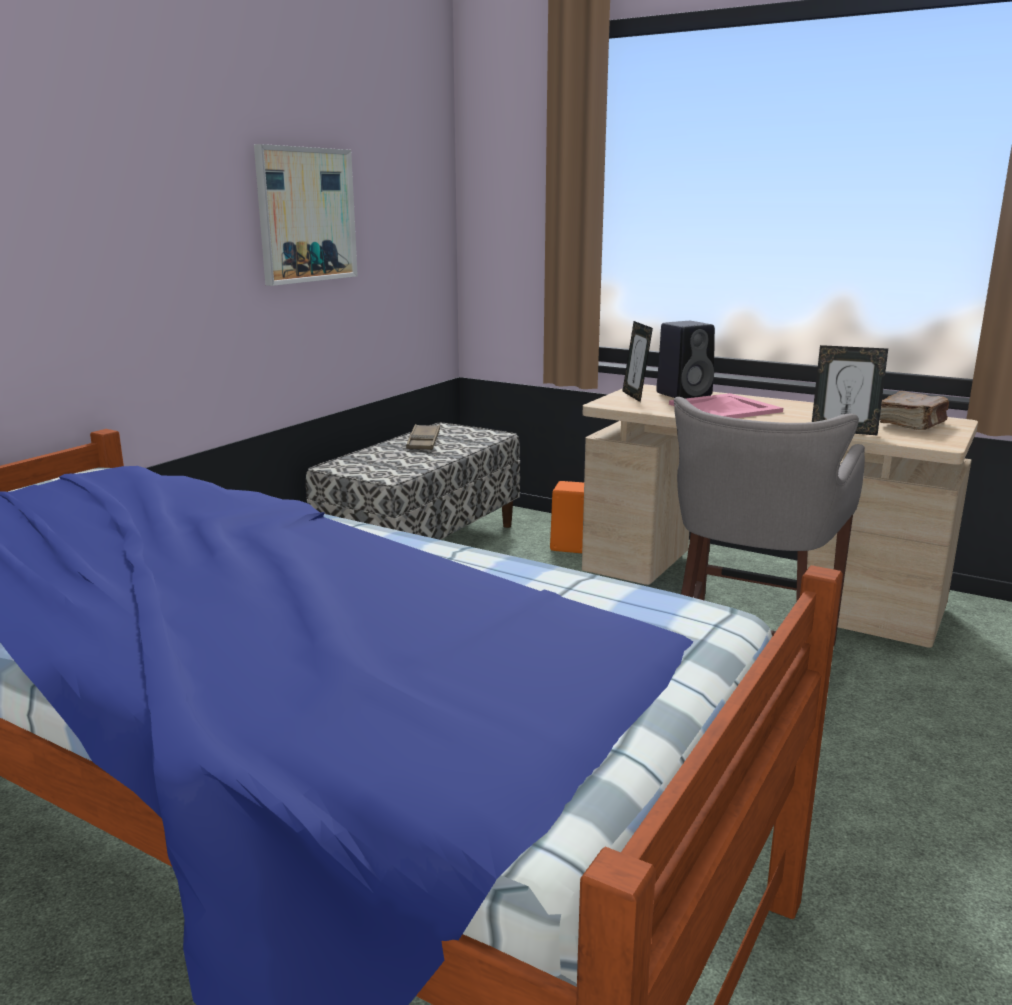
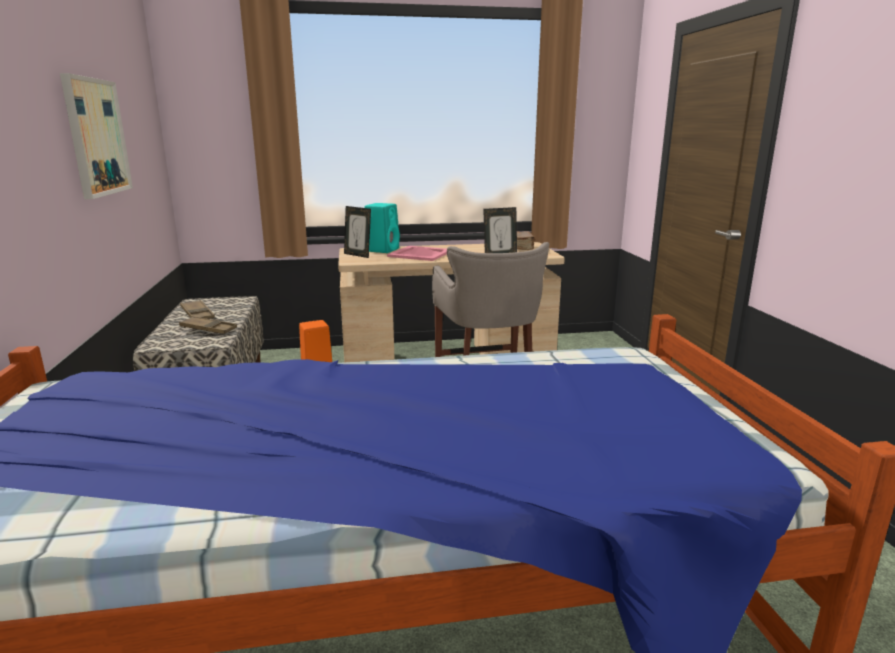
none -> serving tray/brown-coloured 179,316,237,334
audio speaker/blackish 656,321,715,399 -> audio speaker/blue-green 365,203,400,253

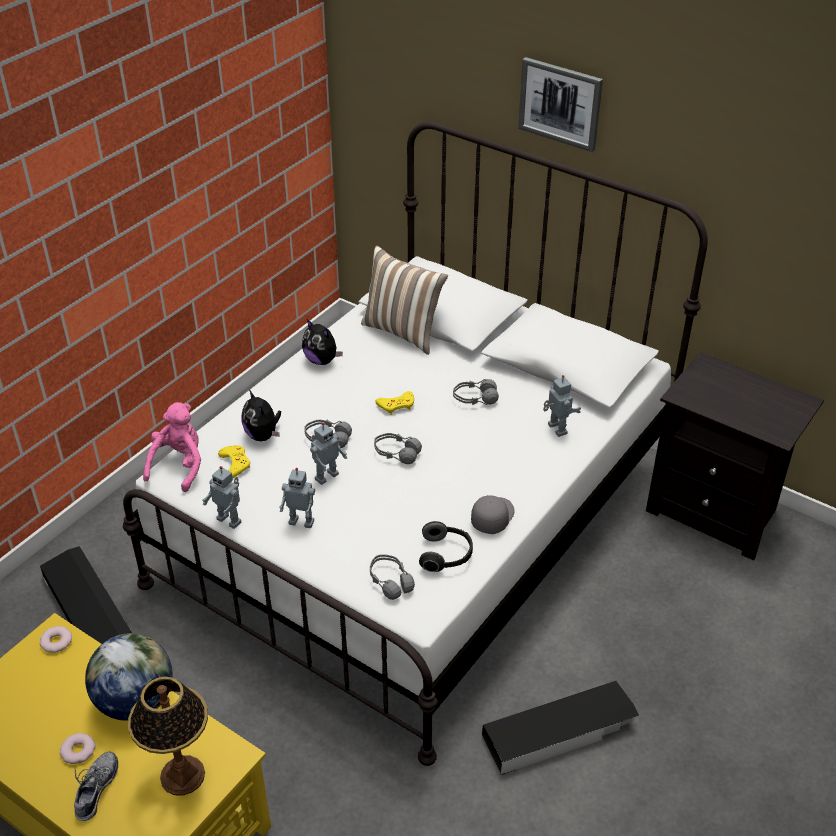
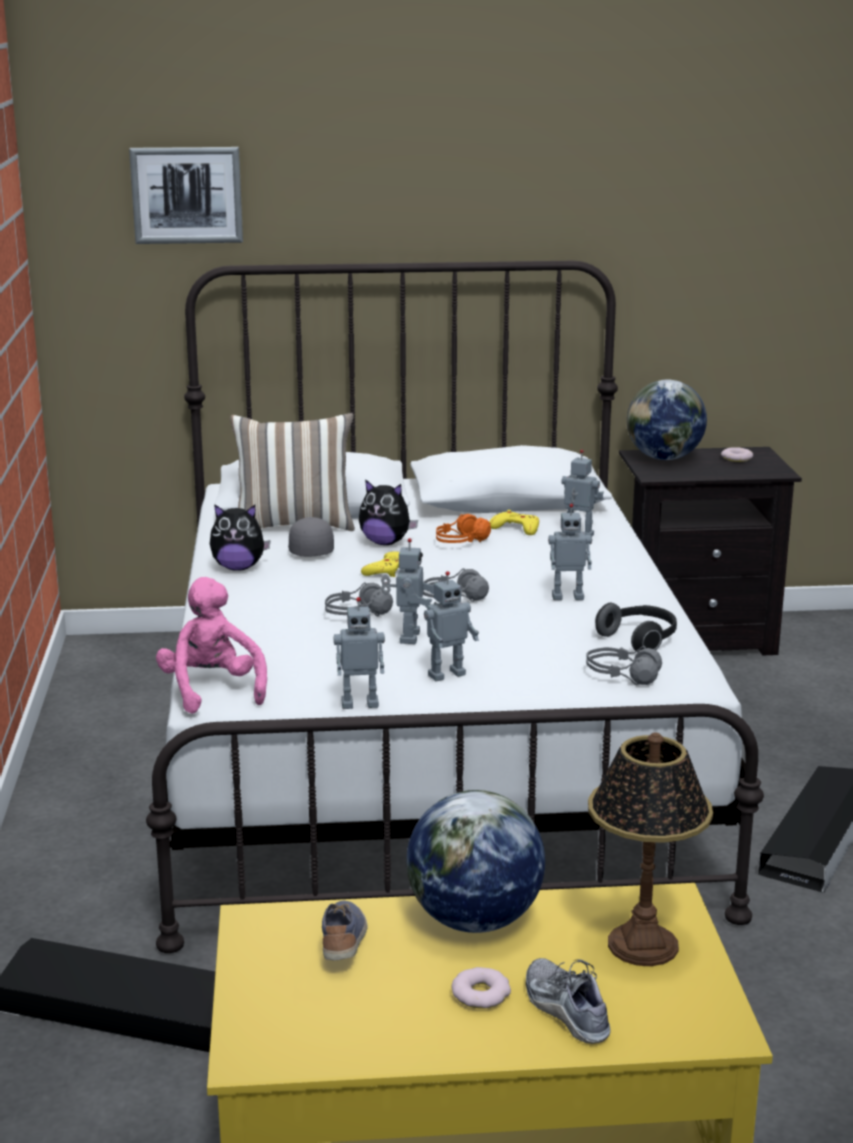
none -> low shoe 322,900,368,960
none -> robot figure 548,504,592,600
none -> world globe 627,380,707,460
ring doughnut 40,626,72,653 -> ring doughnut 721,447,753,462, relocated
game controller/yellow 218,446,250,478 -> game controller/yellow 489,510,539,535, relocated
plush toy 241,390,281,441 -> plush toy 359,479,418,545, relocated
peaked cap/greyish 471,495,515,534 -> peaked cap/greyish 288,517,334,556, relocated
wall art 518,57,603,152 -> wall art 129,147,243,244, relocated
headphones/greyish 453,379,499,405 -> headphones/orange-coloured 436,514,491,543

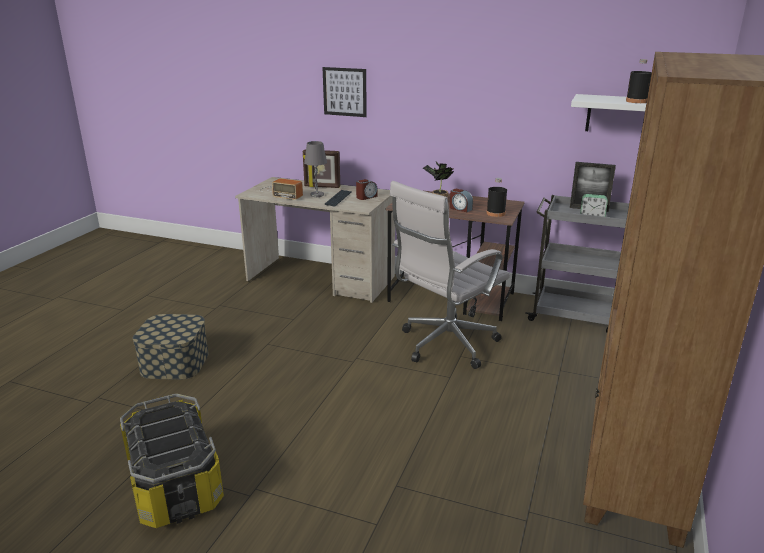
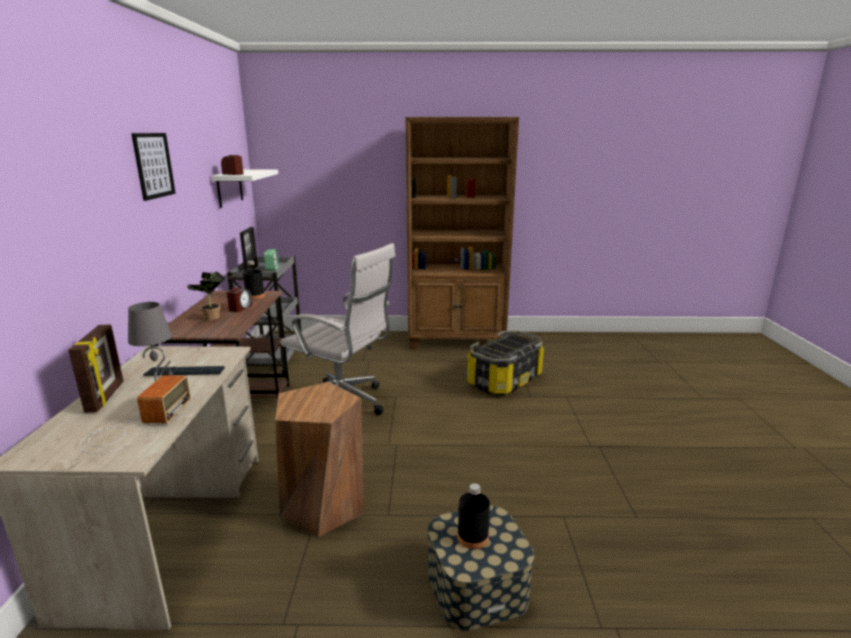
none -> stool seat/brown-coloured 275,382,364,537
storage bin 120,394,224,528 -> storage bin 467,331,544,395, relocated
wall art 322,67,367,117 -> wall art 131,133,176,201, relocated
alarm clock 356,179,377,200 -> alarm clock 221,155,244,175, relocated
drink bottle/blackish 626,59,652,103 -> drink bottle/blackish 457,483,490,549, relocated

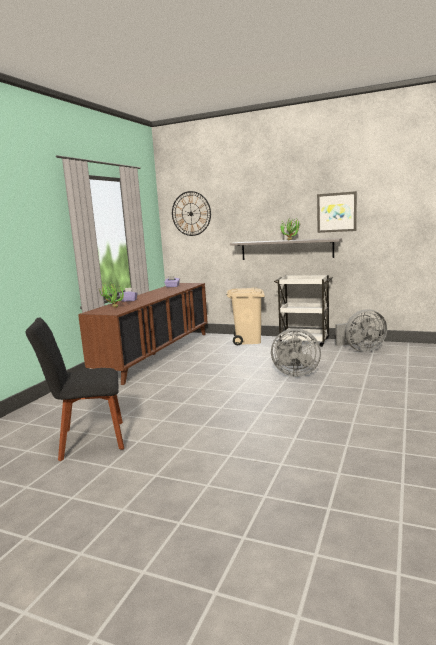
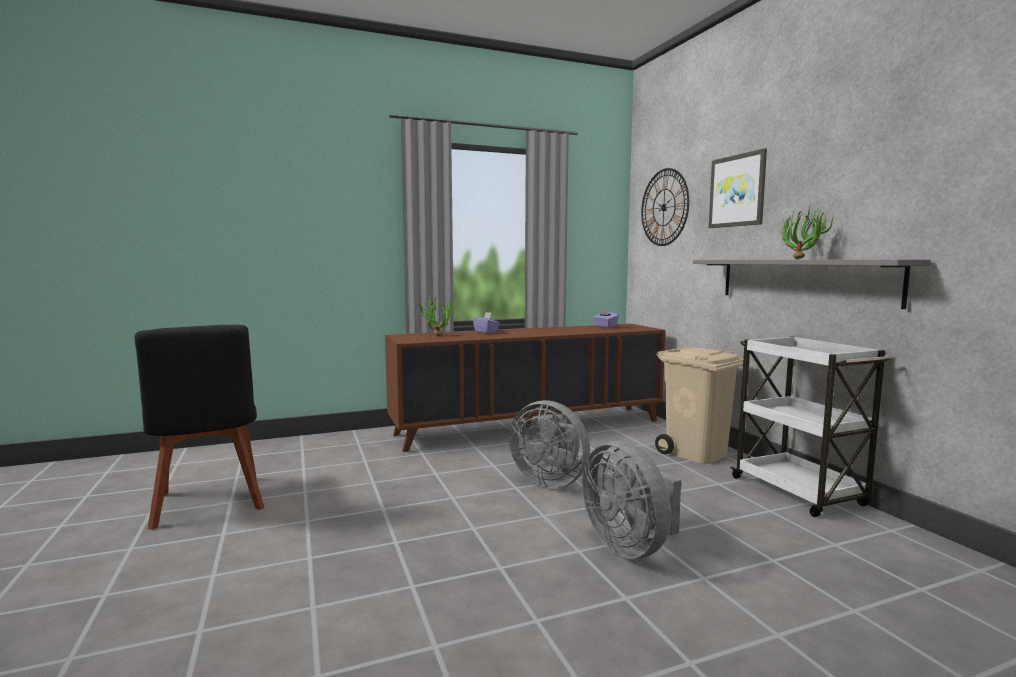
wall art 317,191,357,233 -> wall art 709,148,767,228, relocated
cooling fan/greyish 335,309,387,352 -> cooling fan/greyish 509,400,590,488, relocated
upright chair/blackish 26,317,124,461 -> upright chair/blackish 134,325,264,530, 150 degrees counterclockwise

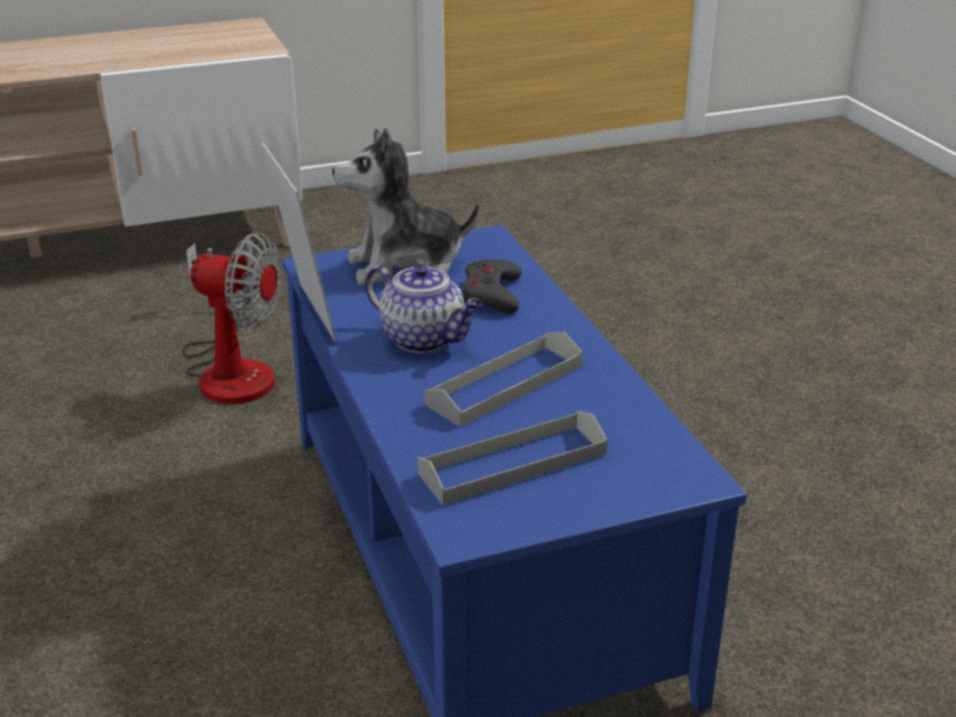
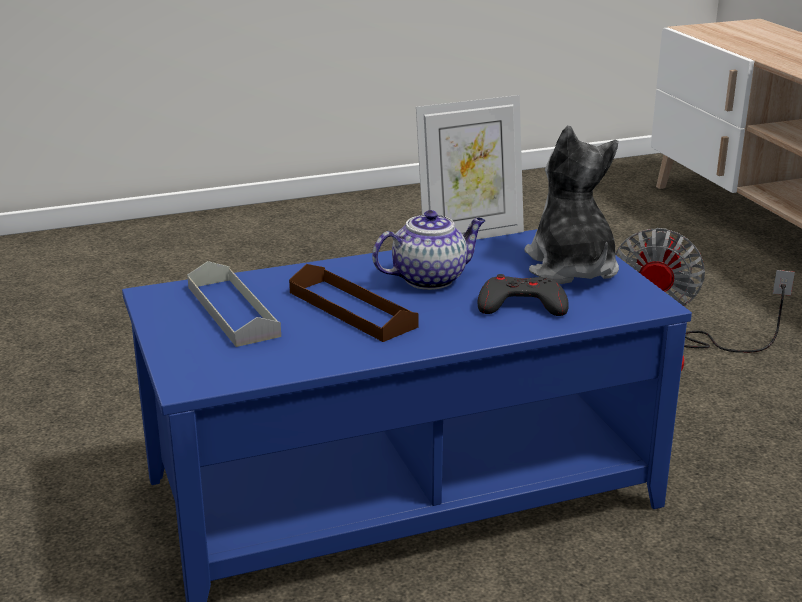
serving tray/greyish 425,332,582,427 -> serving tray/brown-coloured 289,264,419,342
teapot 365,264,482,353 -> teapot 372,210,486,290, 150 degrees counterclockwise

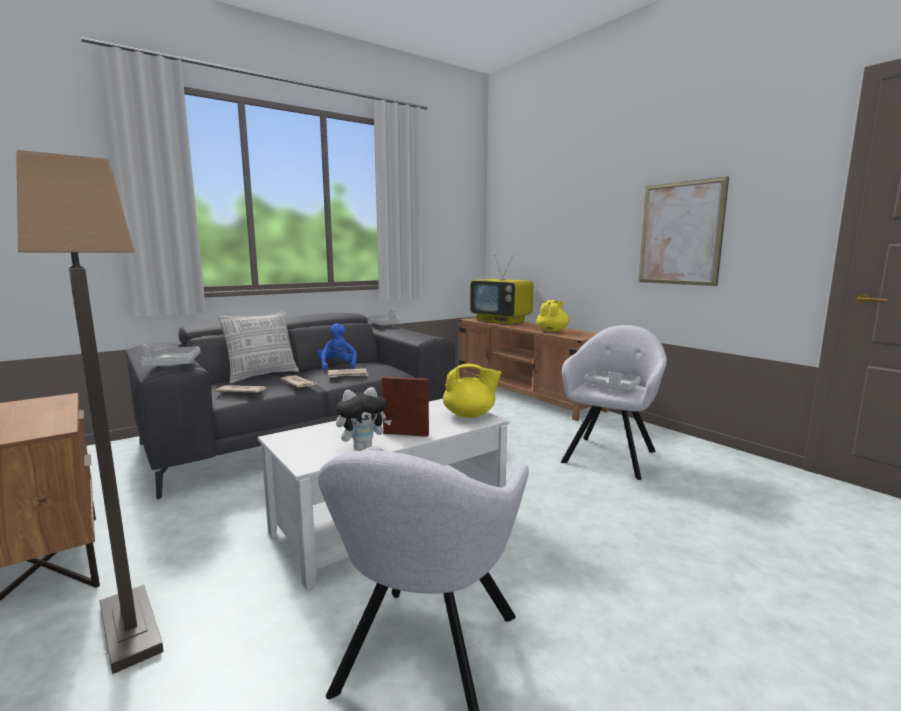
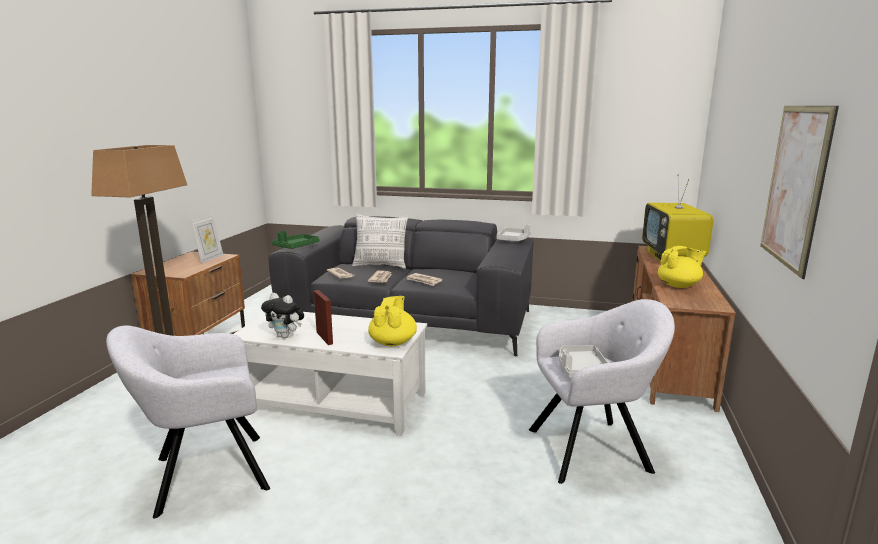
plush toy/blue-coloured 317,323,357,371 -> none
none -> photo frame 190,215,223,263
serving tray/greyish 141,344,200,366 -> serving tray/green-coloured 272,231,319,249
teapot/yellow 443,364,502,418 -> teapot/yellow 368,296,417,346, 135 degrees counterclockwise

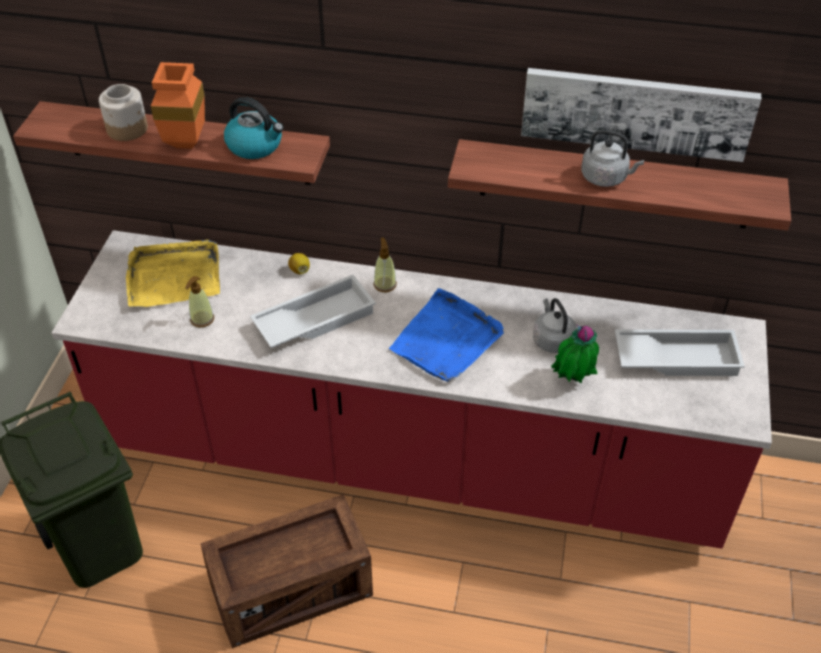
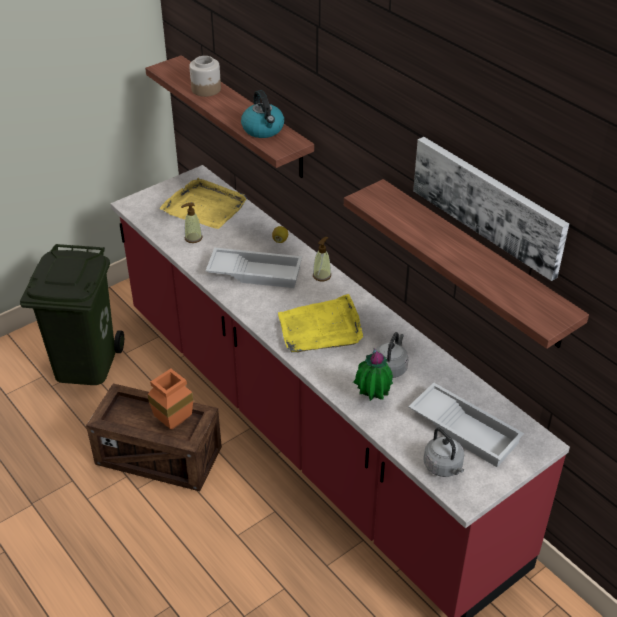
decorative vase/orange-coloured 151,62,205,149 -> decorative vase/orange-coloured 148,368,193,429, relocated
water kettle/greyish 581,130,644,187 -> water kettle/greyish 423,428,464,477, relocated
serving tray/blue-coloured 389,288,504,382 -> serving tray/yellow 278,294,363,352

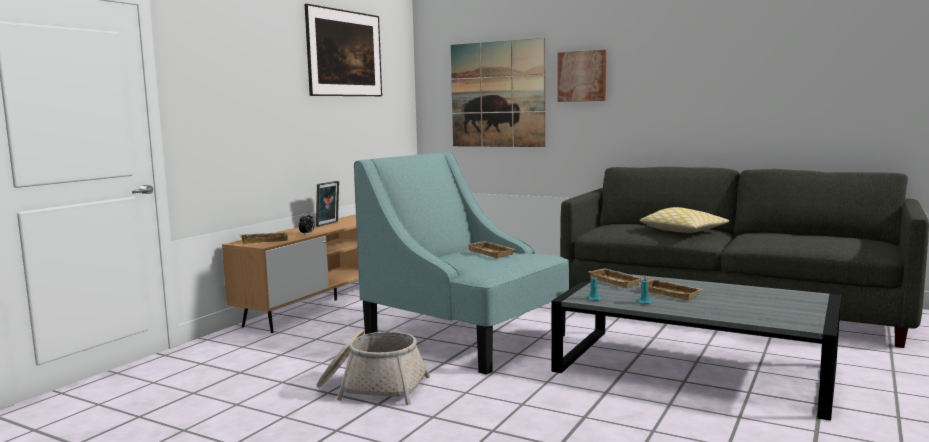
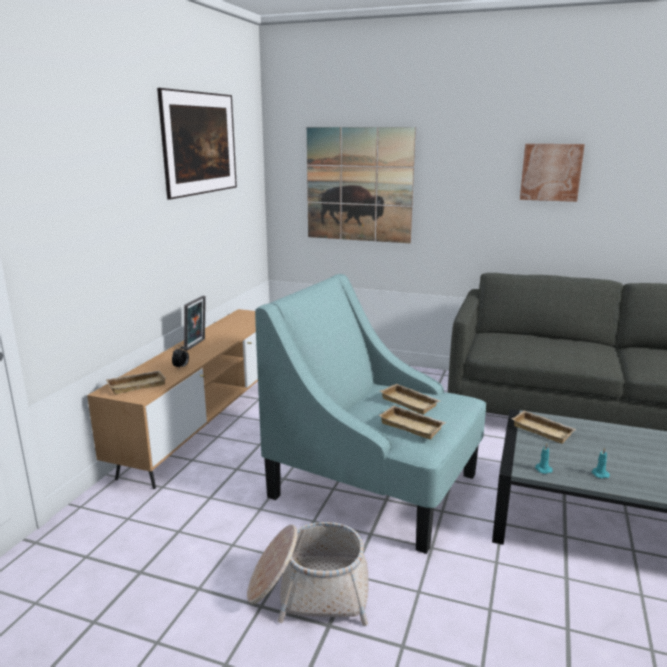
cushion 640,207,730,233 -> none
wall art 558,50,606,102 -> wall art 520,144,585,202, relocated
serving tray/beige 640,279,703,300 -> serving tray/beige 378,405,446,439, relocated

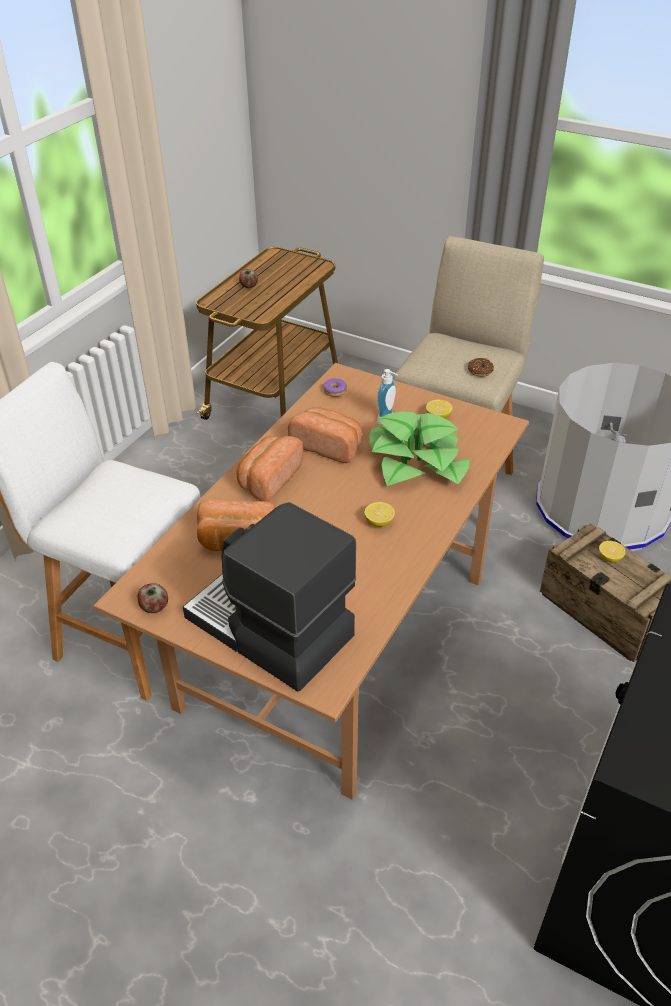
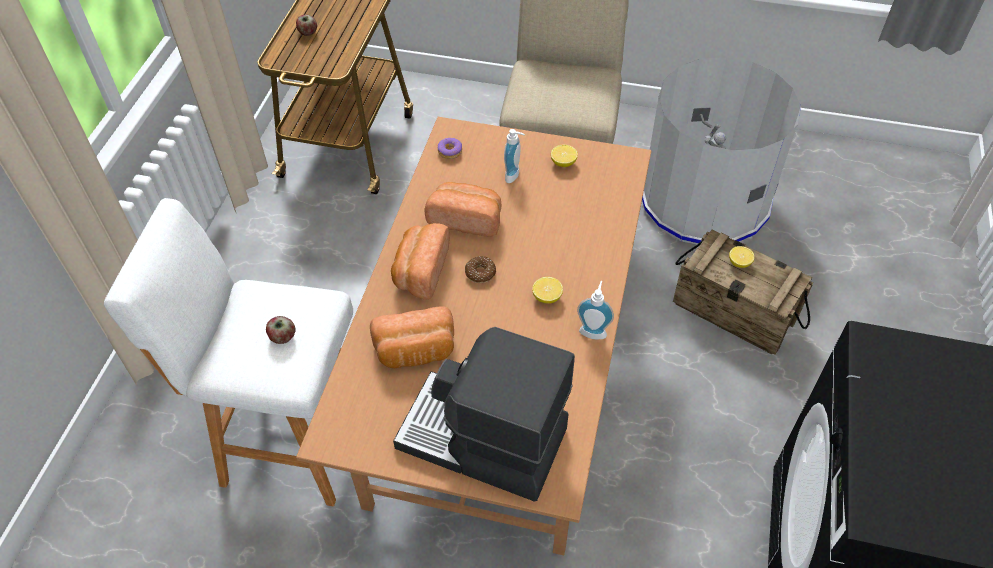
plant in a pot 369,411,470,486 -> none
none -> liquid soap bottle 577,281,614,340
apple 138,583,168,613 -> apple 266,316,296,344, relocated
ring doughnut 468,358,494,377 -> ring doughnut 465,256,496,283, relocated

